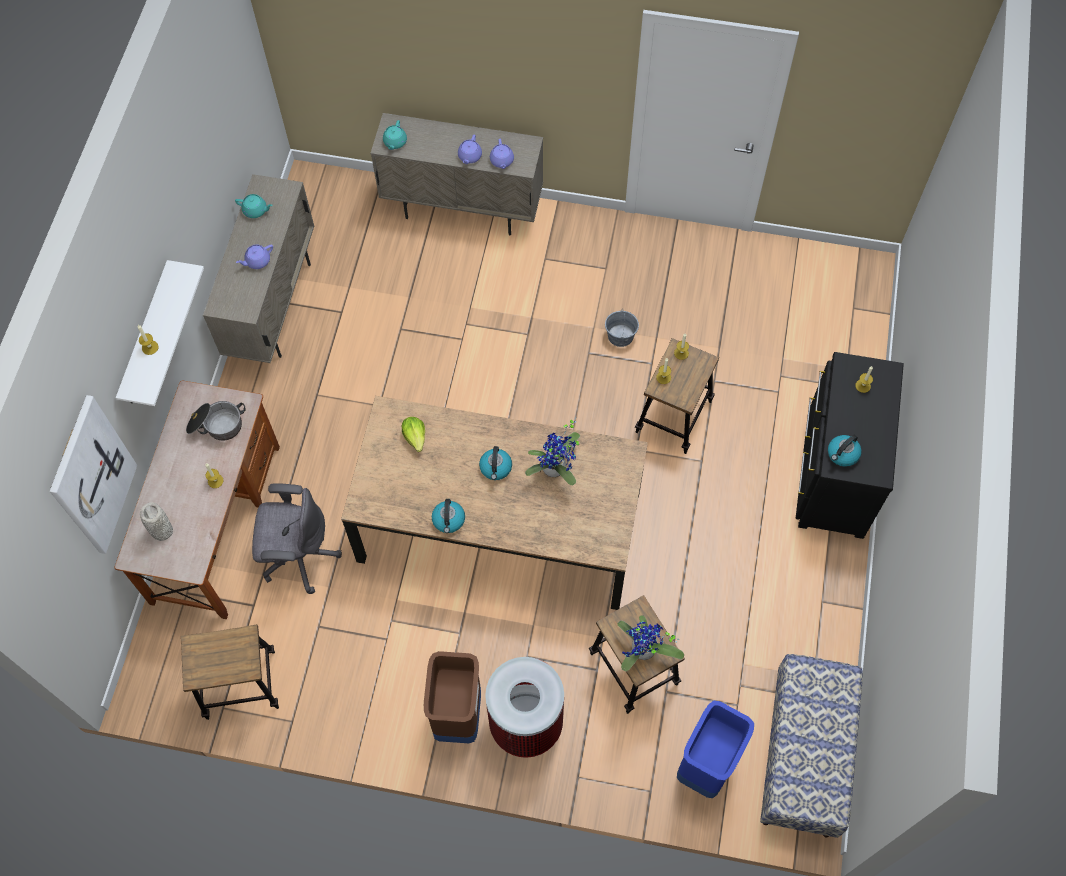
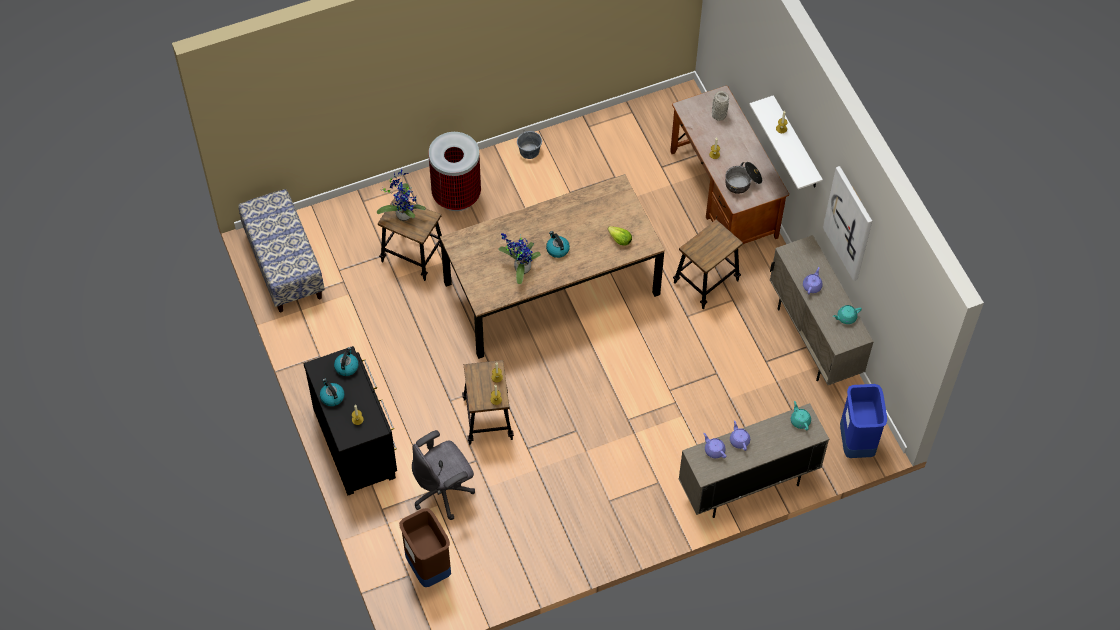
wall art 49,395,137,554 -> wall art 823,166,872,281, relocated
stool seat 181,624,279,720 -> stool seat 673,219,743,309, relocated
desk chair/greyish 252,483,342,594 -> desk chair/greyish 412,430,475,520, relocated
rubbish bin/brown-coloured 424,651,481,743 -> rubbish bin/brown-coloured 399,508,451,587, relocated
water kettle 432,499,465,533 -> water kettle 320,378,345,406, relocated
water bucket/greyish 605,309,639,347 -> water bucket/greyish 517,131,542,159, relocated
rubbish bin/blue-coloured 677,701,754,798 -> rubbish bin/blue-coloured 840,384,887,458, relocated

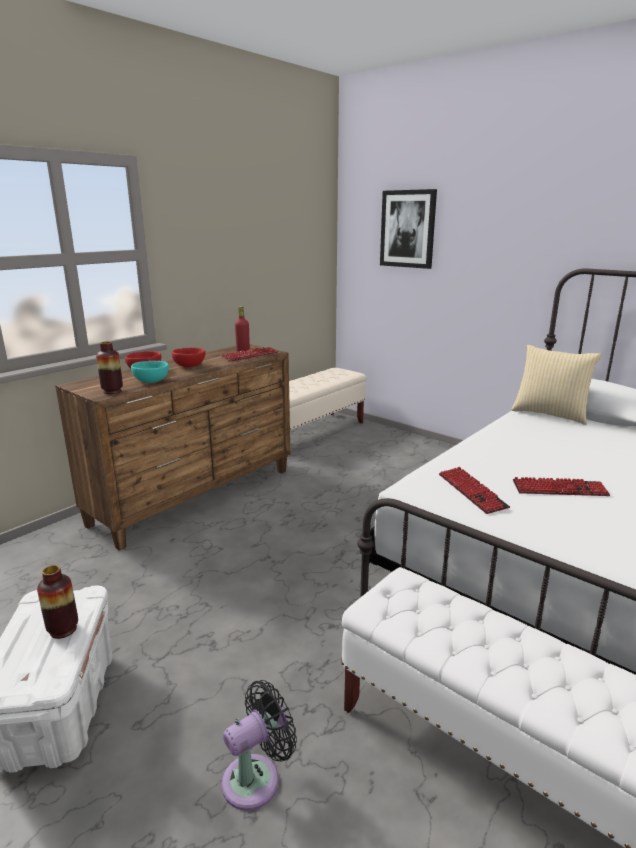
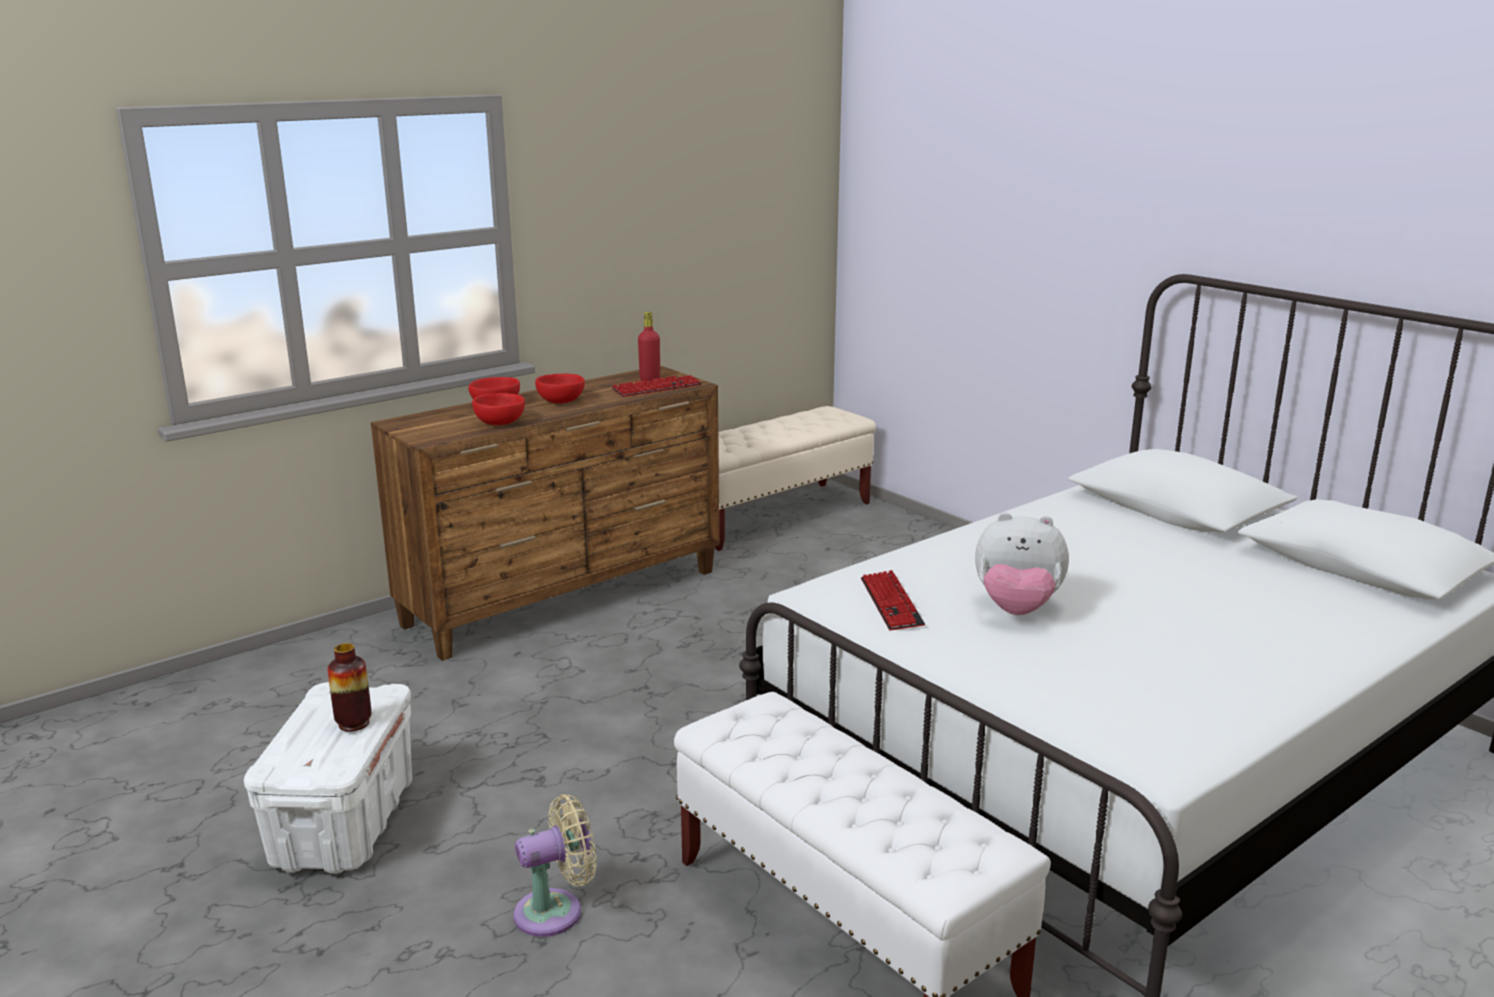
decorative vase 96,341,123,394 -> none
wall art 380,189,437,269 -> none
cushion 511,345,602,425 -> none
keyboard 513,477,610,496 -> plush toy 975,512,1069,615
serving bowl/blue-green 131,361,169,383 -> serving bowl/red 472,393,525,425
cooling fan/blackish 222,680,297,811 -> cooling fan/beige 514,794,597,937

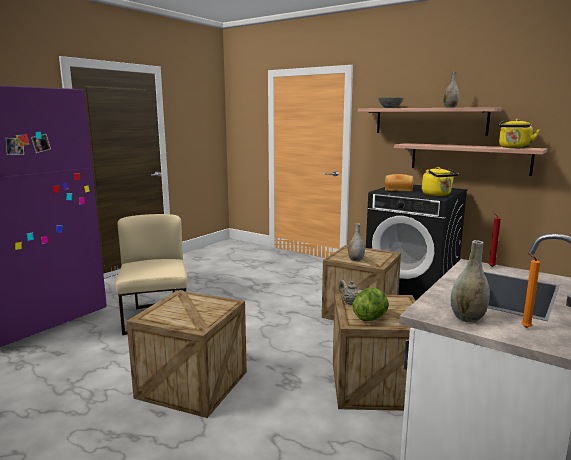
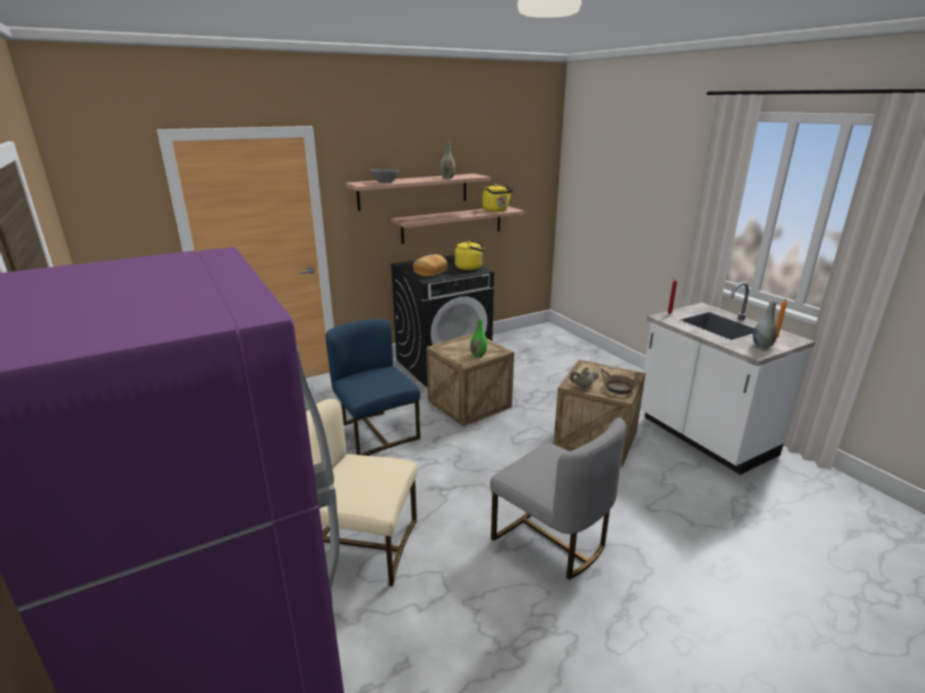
none -> upright chair/blue-coloured 325,319,420,456
crate 126,290,247,418 -> upright chair/greyish 490,418,626,580
lettuce 352,288,389,321 -> skillet/brown-coloured 601,368,637,395
decorative vase/greyish 348,223,365,261 -> decorative vase/green-coloured 470,319,487,357

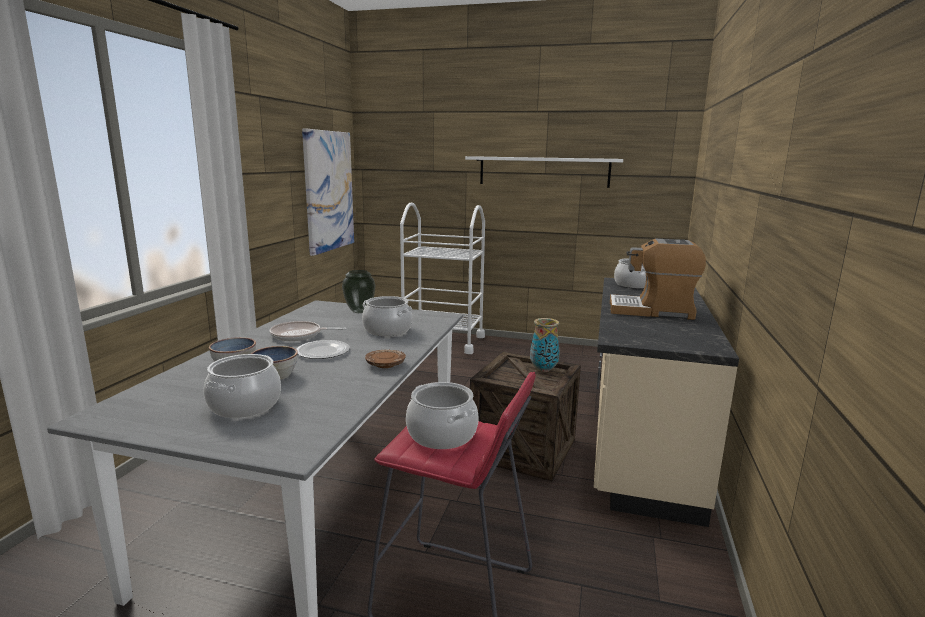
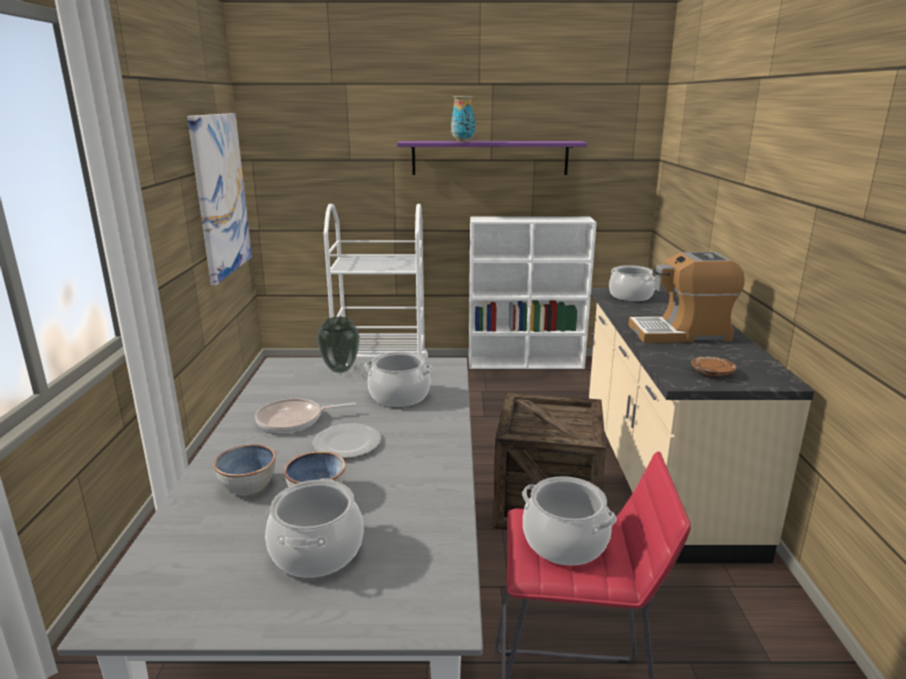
none -> bookshelf/white 469,217,597,369
dinner plate/brown-coloured 365,349,406,368 -> dinner plate/brown-coloured 691,356,737,377, relocated
decorative vase 530,318,560,372 -> decorative vase 451,96,475,142, relocated
bracket shelf/white 465,156,623,188 -> bracket shelf/purple-coloured 397,141,587,175

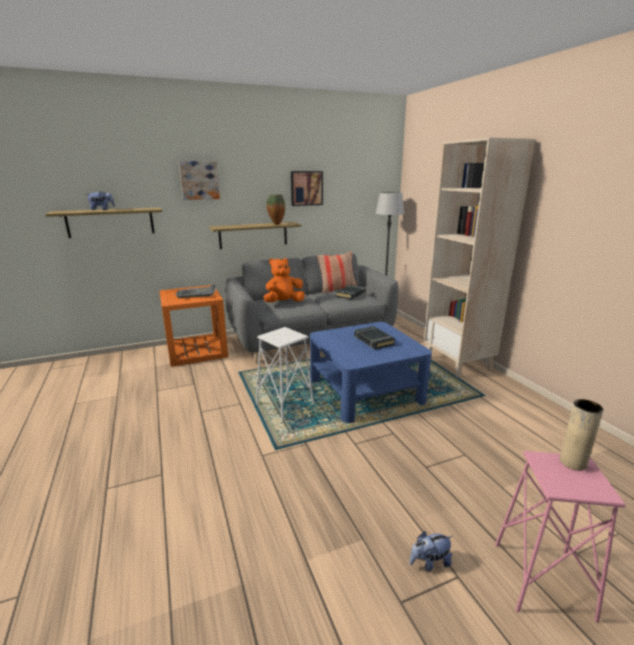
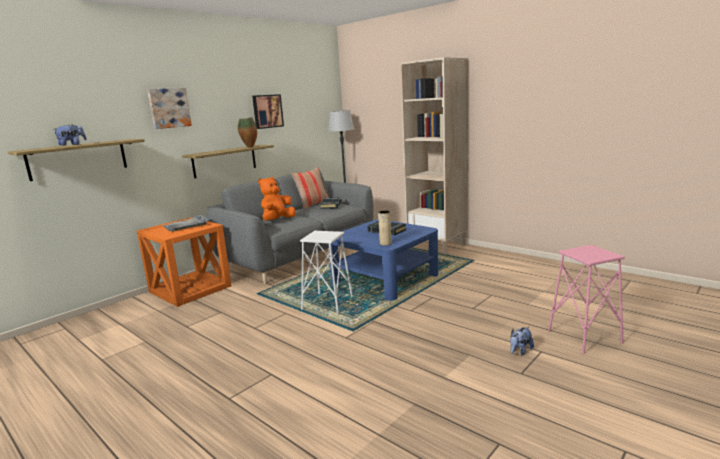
decorative vase/beige 560,399,604,471 -> decorative vase/beige 378,211,392,246, relocated

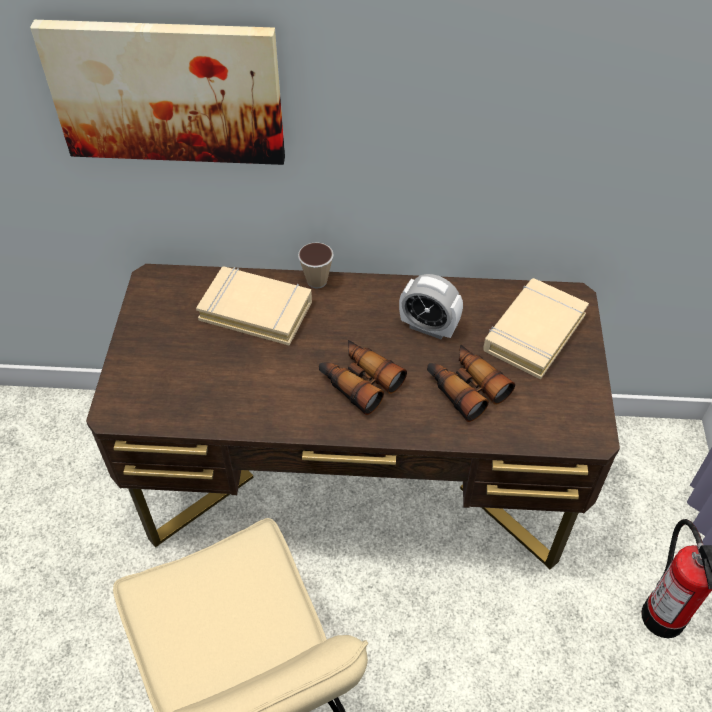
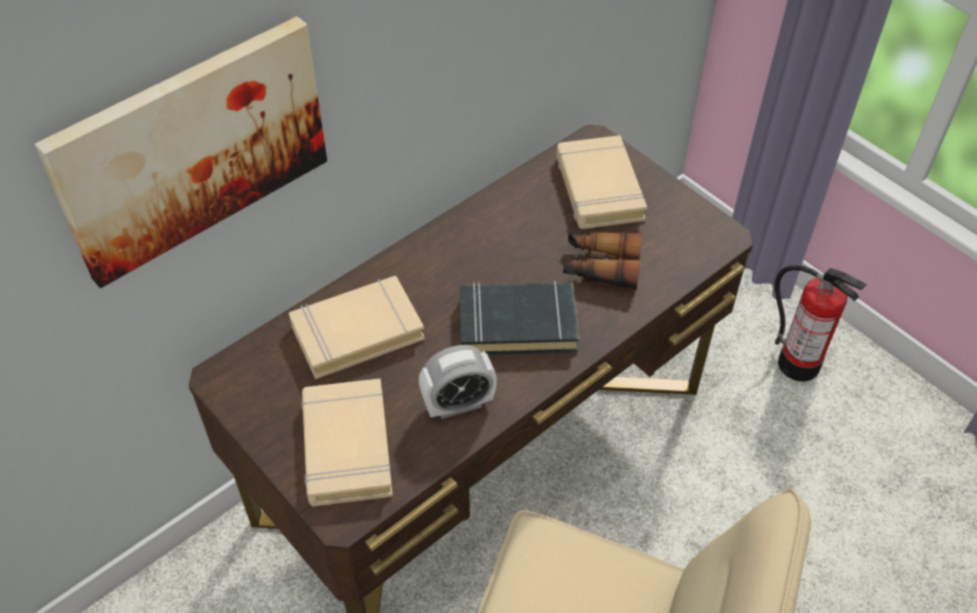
drinking cup 298,242,334,289 -> none
none -> book/beige 301,378,393,506
alarm clock 399,274,463,340 -> alarm clock 419,345,497,419, relocated
field glasses 319,340,407,415 -> book/blackish 460,280,579,355

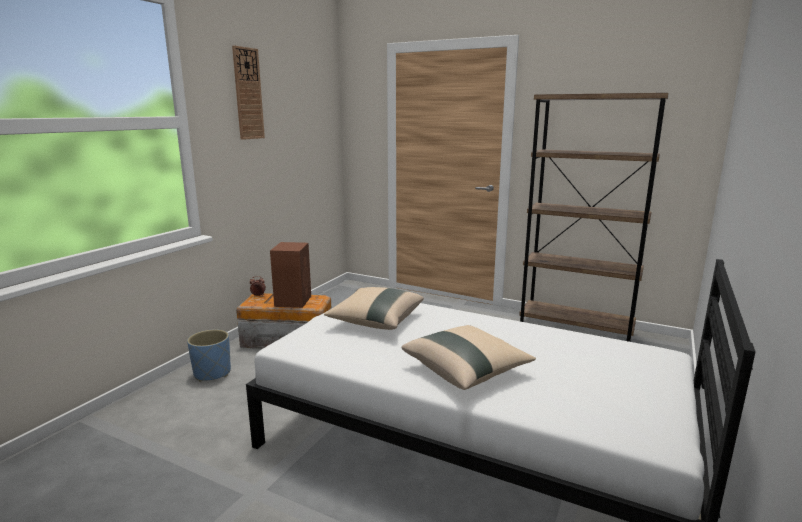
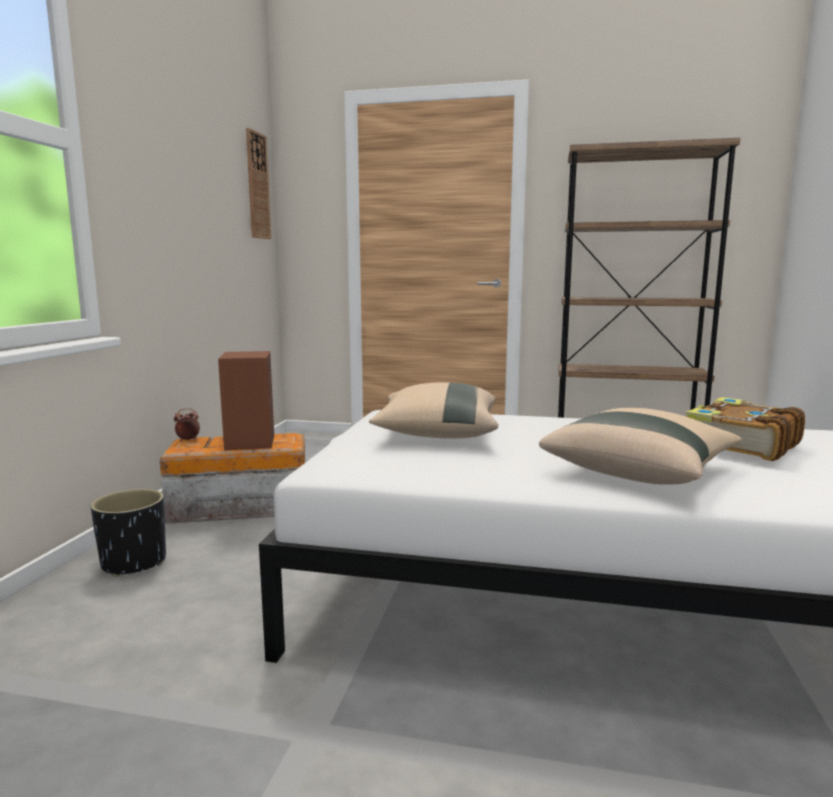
none -> book 686,397,805,461
hanging clock 232,46,265,140 -> hanging clock 246,128,271,239, relocated
flower pot/blue-coloured 187,329,231,382 -> flower pot/blackish 91,489,166,577

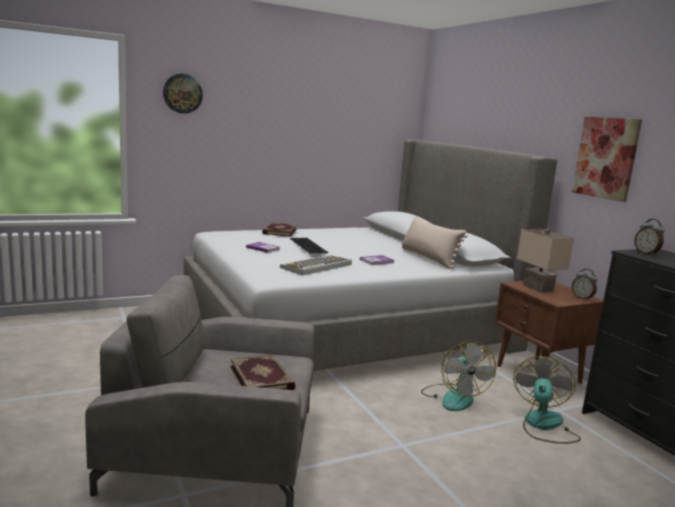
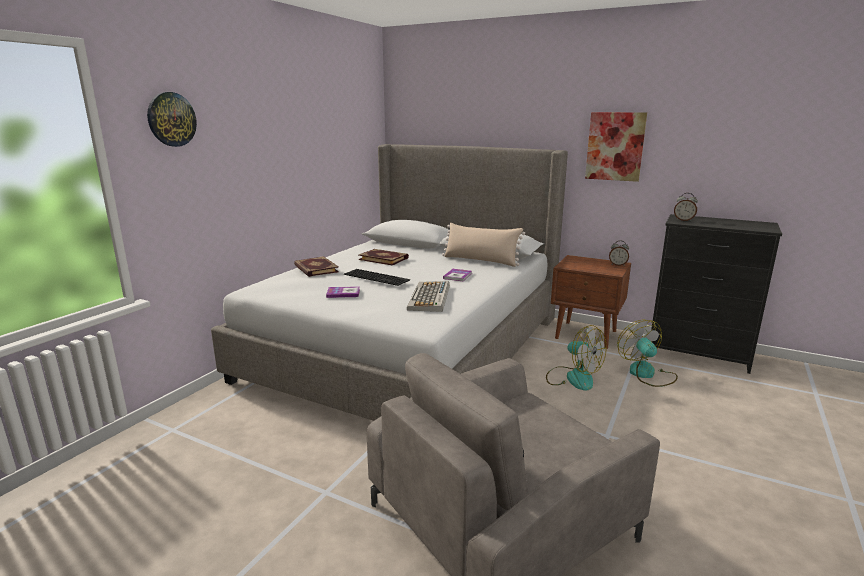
tabletop lamp/beige 517,229,574,293 -> none
book 230,355,295,390 -> book 358,249,409,266, relocated

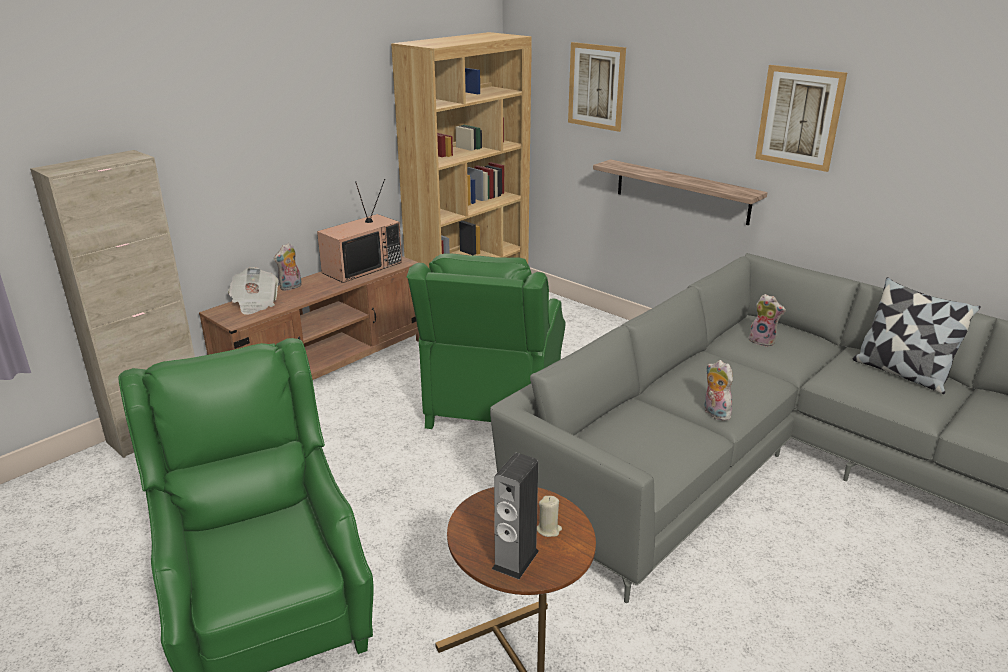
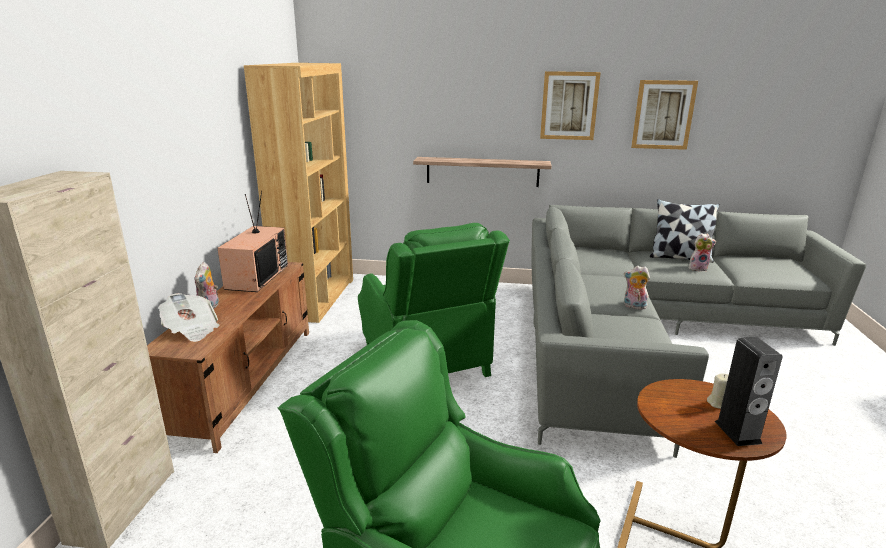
wall art 568,42,626,132 -> wall art 631,80,698,150, relocated
plush toy 748,294,786,347 -> plush toy 688,233,716,272, relocated

